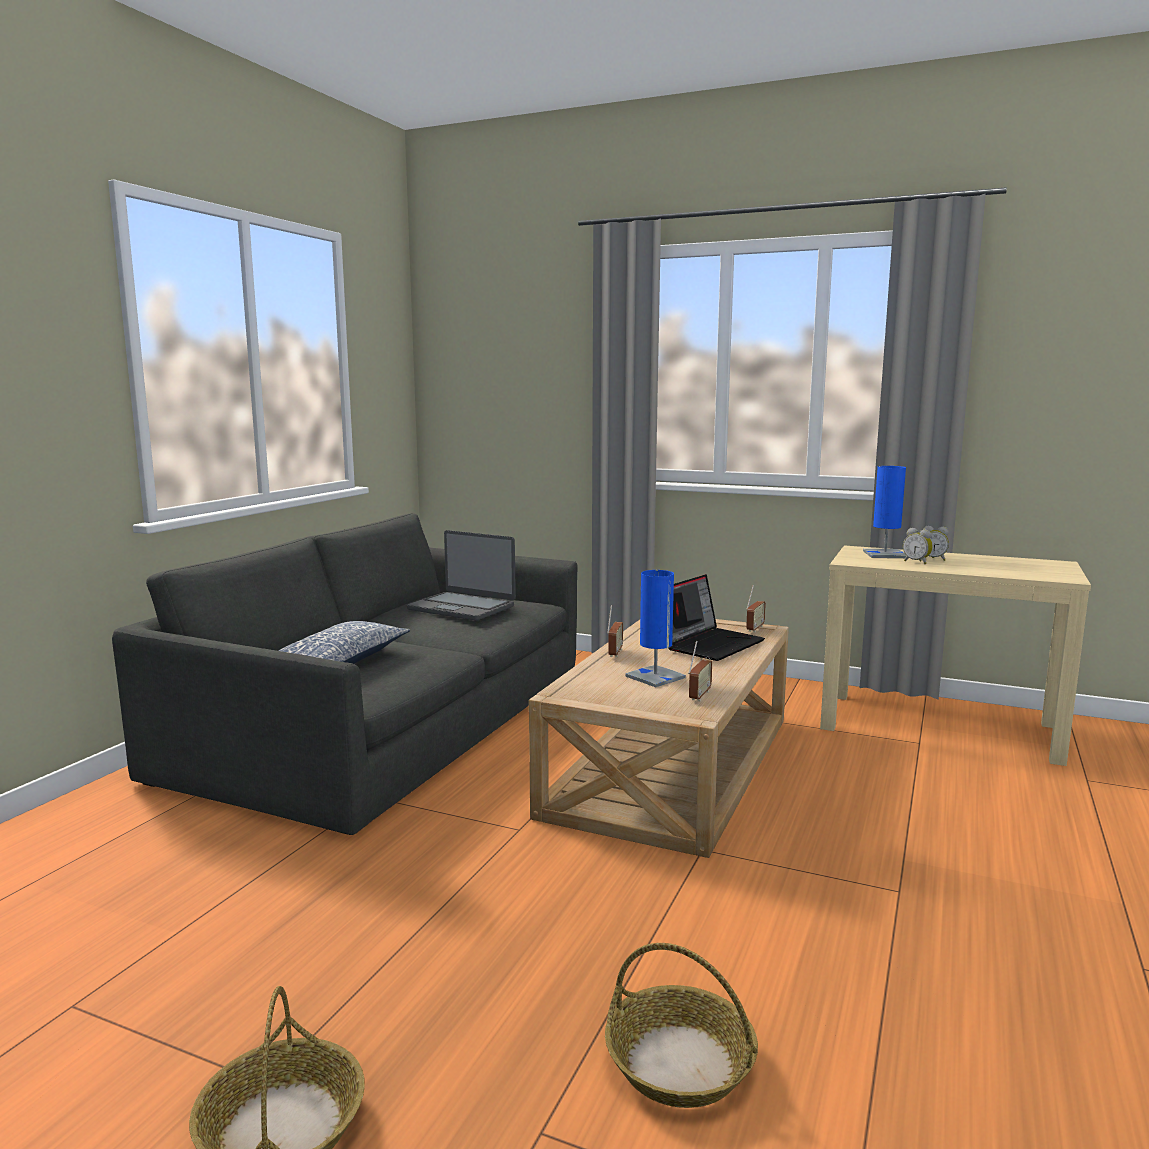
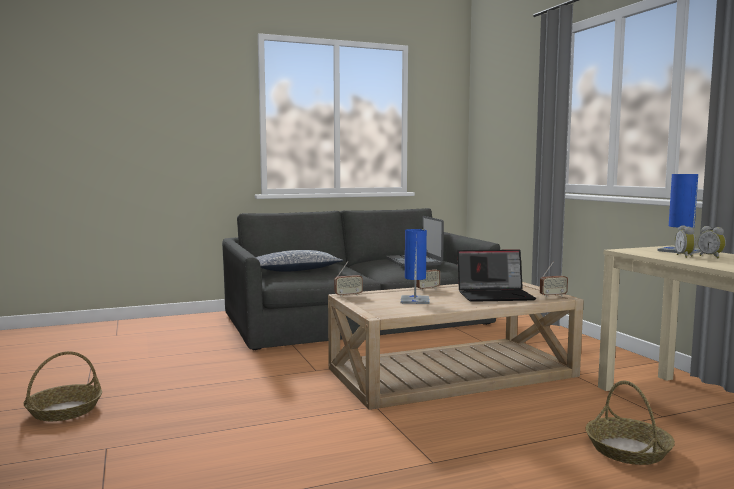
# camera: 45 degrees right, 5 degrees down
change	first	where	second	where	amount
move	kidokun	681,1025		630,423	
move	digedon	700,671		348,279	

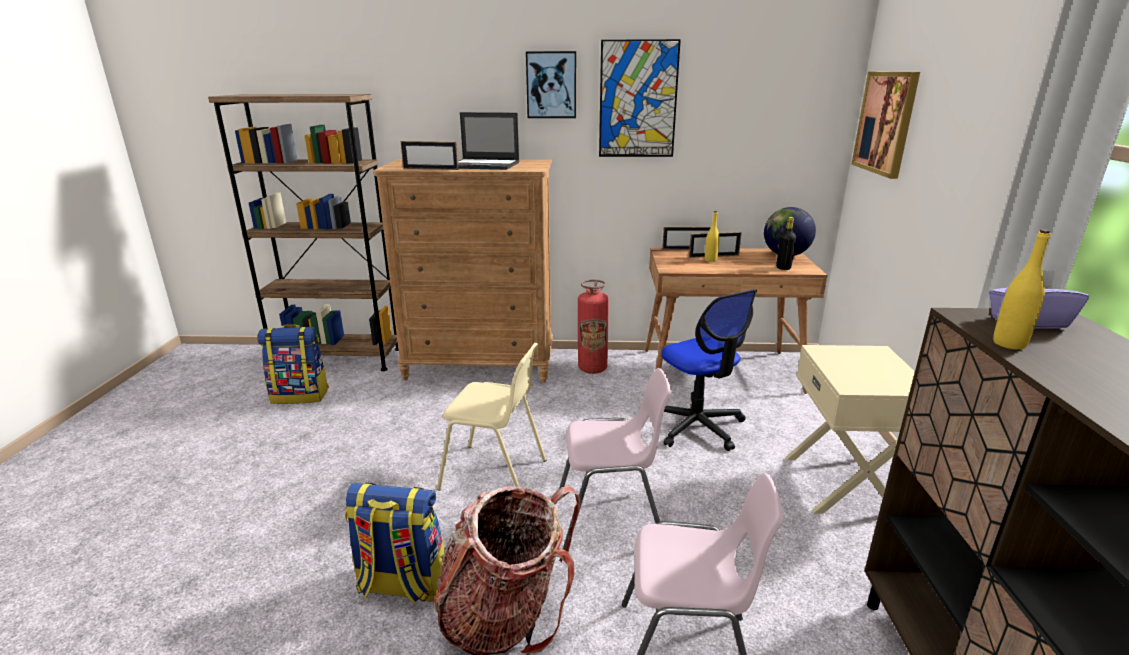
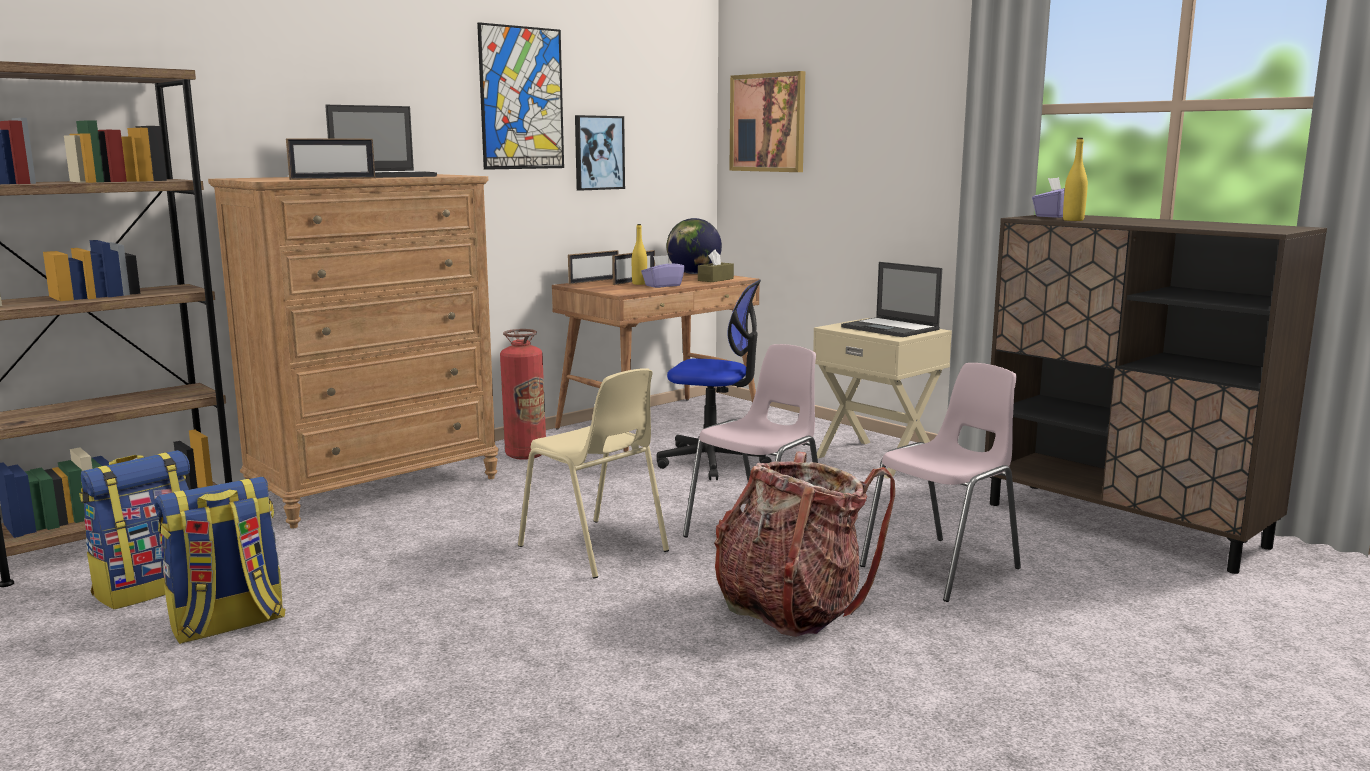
# camera: 45 degrees left, 10 degrees down
change	first	where	second	where	amount
insert			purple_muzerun	663,271	
insert			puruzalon	891,299	
move	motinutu	394,543		220,560	
move	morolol	551,84		600,153	
replace	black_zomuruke	786,243	brown_muzerun	716,266	
rotate	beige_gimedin	491,417		593,473	75 degrees clockwise

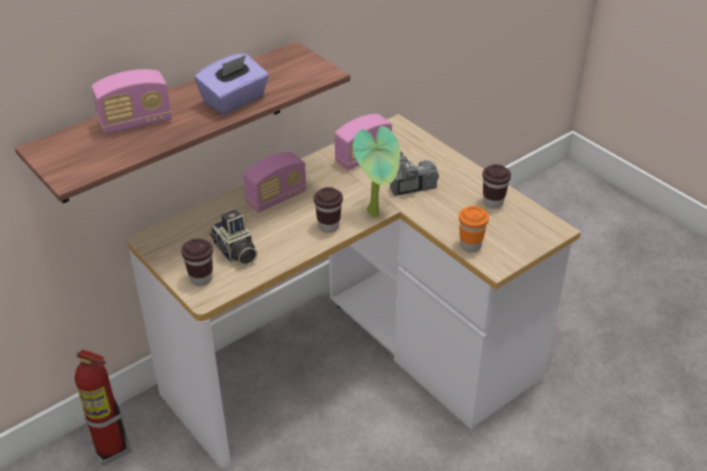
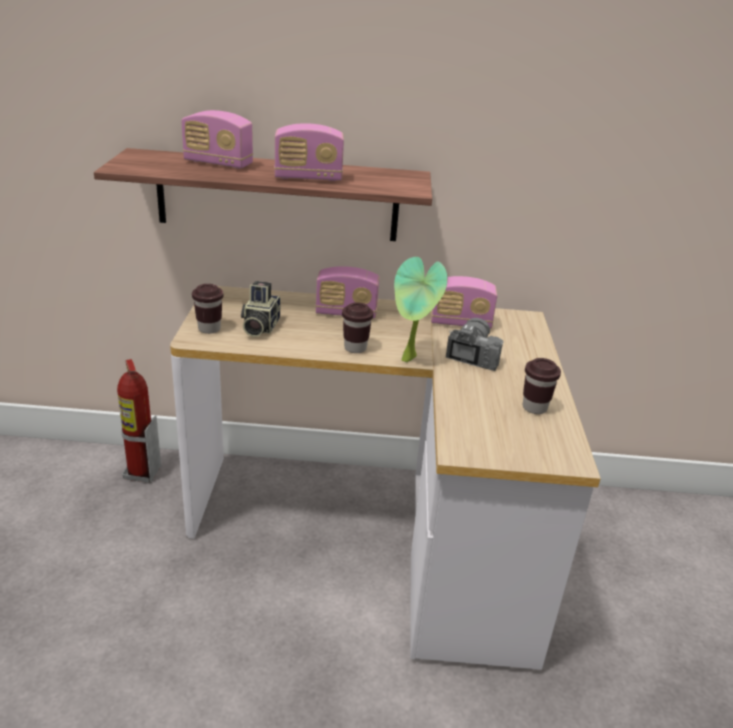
# camera: 40 degrees right, 10 degrees down
change	first	where	second	where	amount
delete	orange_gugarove	474,229			
replace	purple_muzerun	231,84	digedon	309,152	

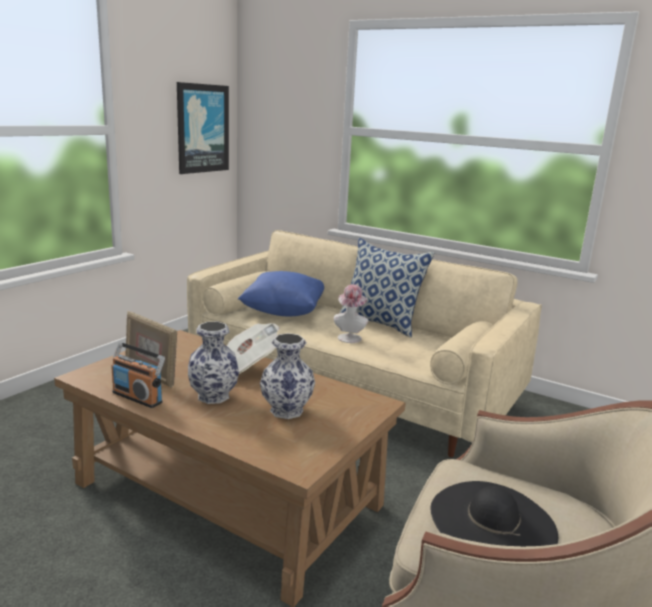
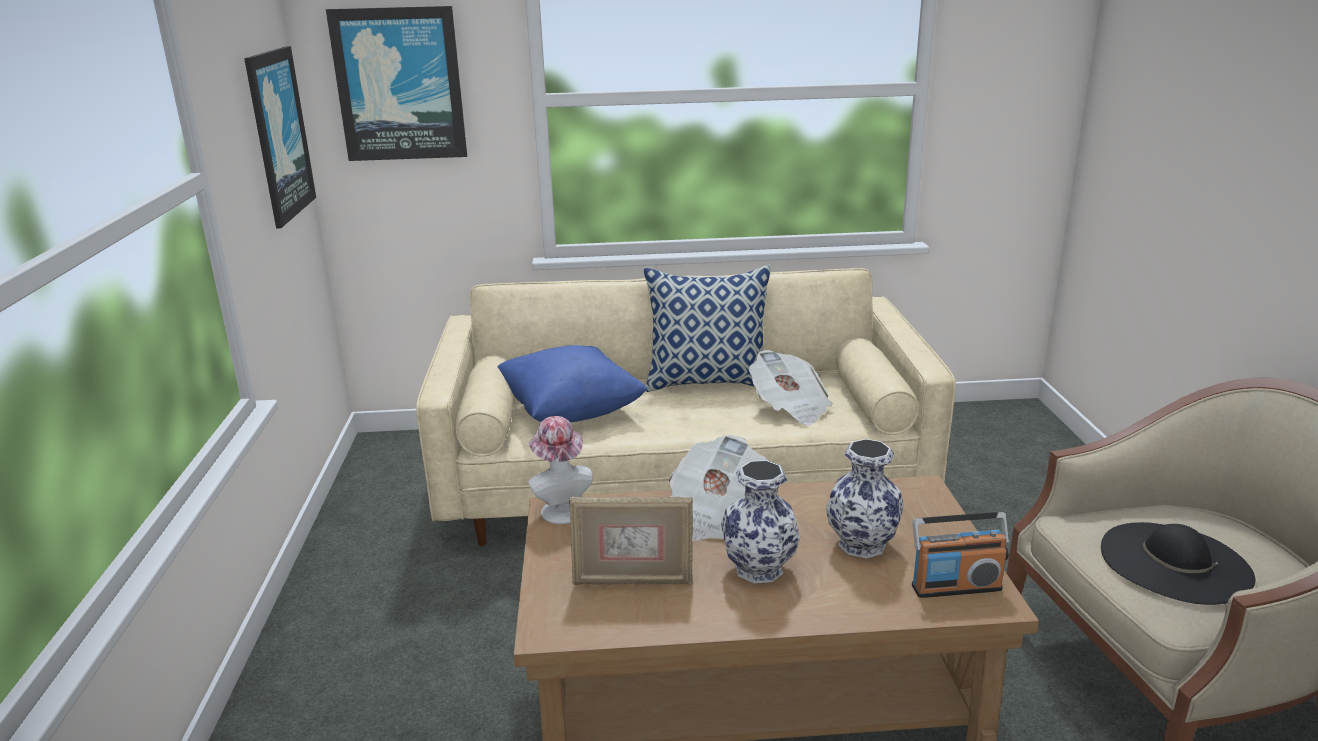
# camera: 35 degrees left, 5 degrees up
change	first	where	second	where	amount
insert			morolol	396,83	
insert			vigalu	791,388	
move	digedon	138,375		960,555	
move	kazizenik	351,313		560,470	

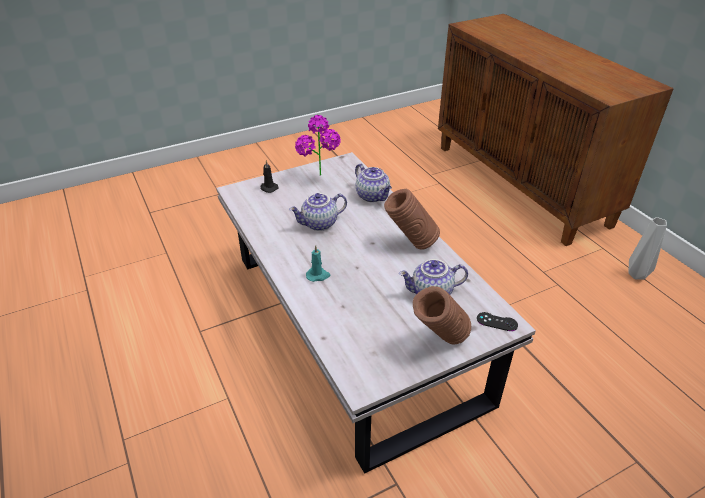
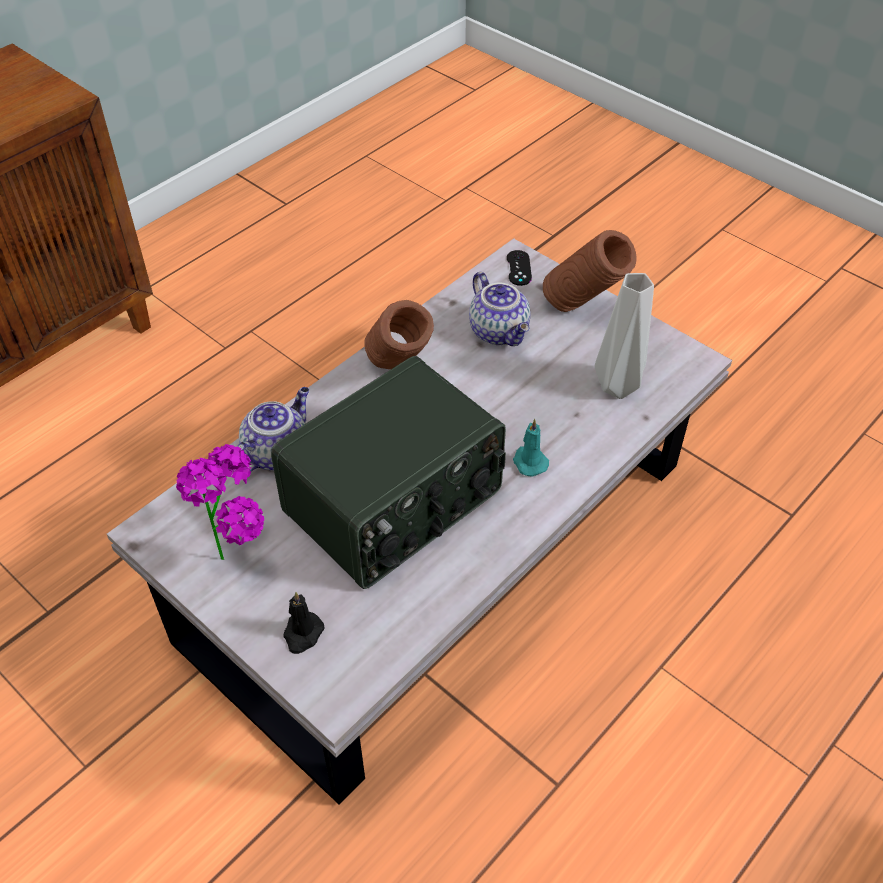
# camera: 110 degrees left, 10 degrees up
change	first	where	second	where	amount
move	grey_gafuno	648,248		624,336	
replace	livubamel	318,212	digedon	388,472	

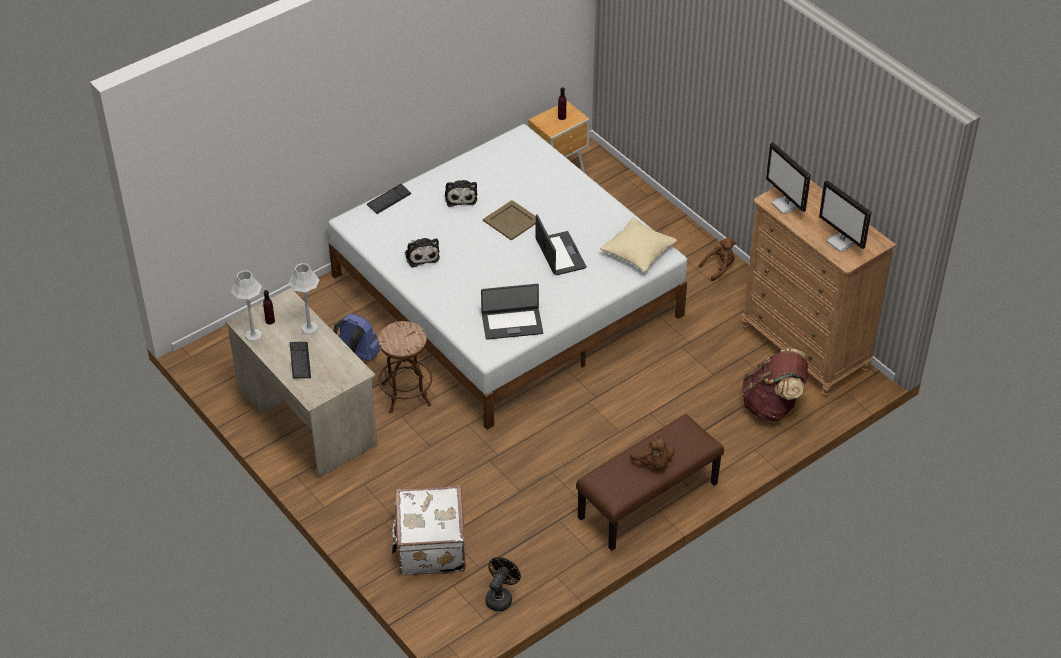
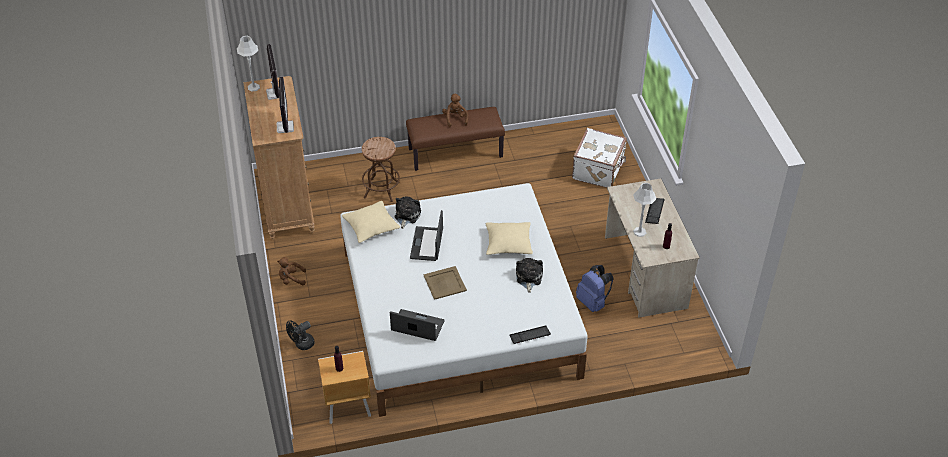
# camera: 155 degrees left, 0 degrees up
change	first	where	second	where	amount
delete	brown_motinutu	775,384			
insert			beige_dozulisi	509,238	
move	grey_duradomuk	246,306		248,64	
move	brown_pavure	405,367		381,169	
move	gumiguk	461,193		407,212	
move	puruzalon	512,312		417,325	
move	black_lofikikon	503,584		300,335	

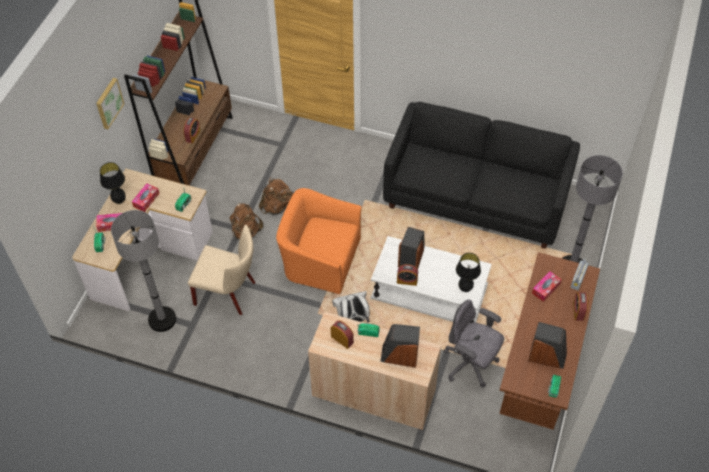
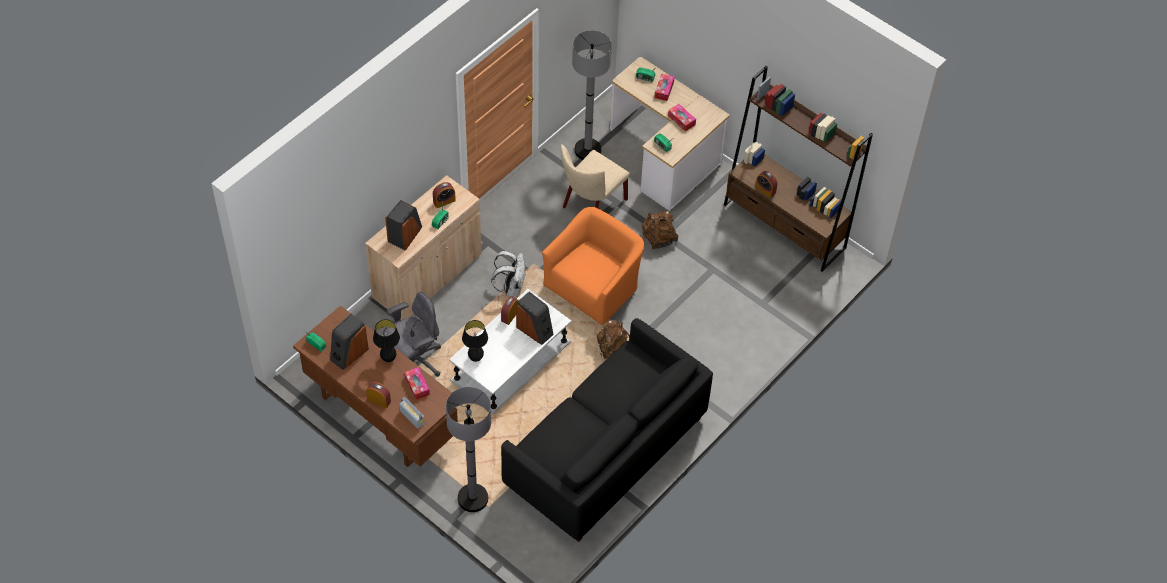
# camera: 110 degrees right, 0 degrees up
change	first	where	second	where	amount
delete	morolol	110,103			
move	black_duradomuk	113,183		386,340	
move	brown_motinutu	276,196		613,339	

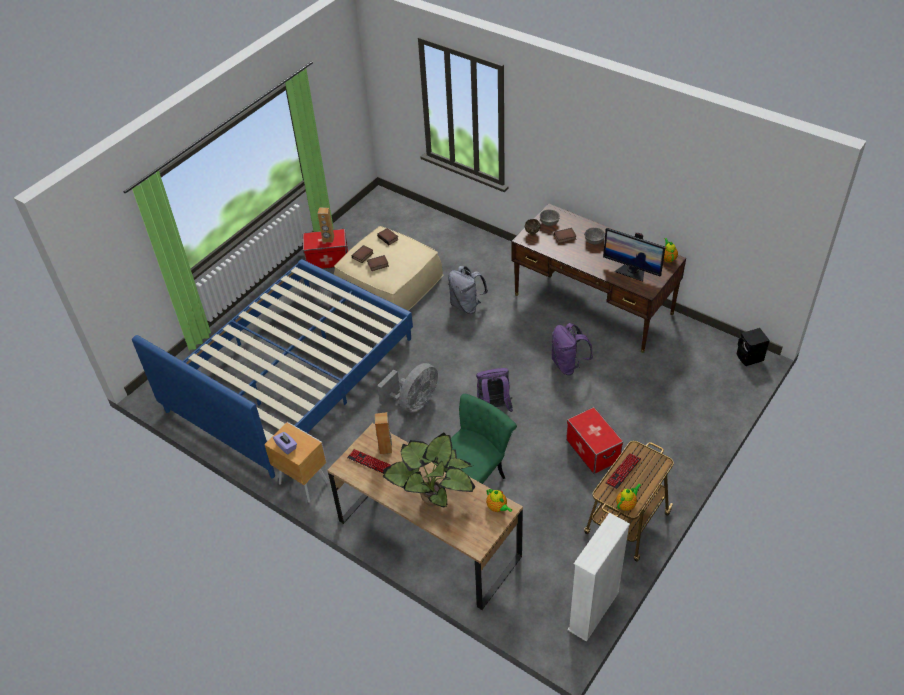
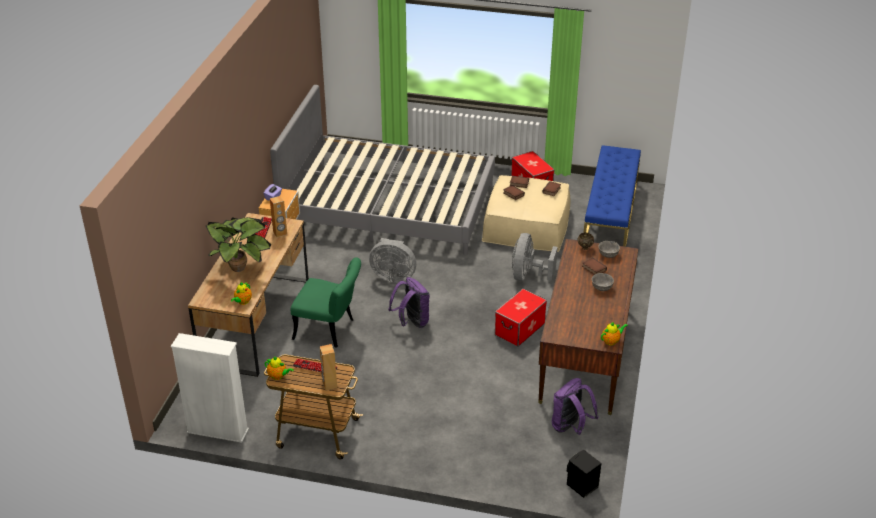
# camera: 65 degrees right, 10 degrees down
change	first	where	second	where	amount
delete	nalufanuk	634,254			
insert			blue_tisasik	612,196	
move	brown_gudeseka	326,225		328,367	
move	purple_motinutu	572,349		575,406	
move	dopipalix	594,440		521,318	
replace	grey_motinutu	468,290	grey_lofikikon	535,257	
recolor	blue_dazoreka	272,368	grey_dazoreka	382,170	

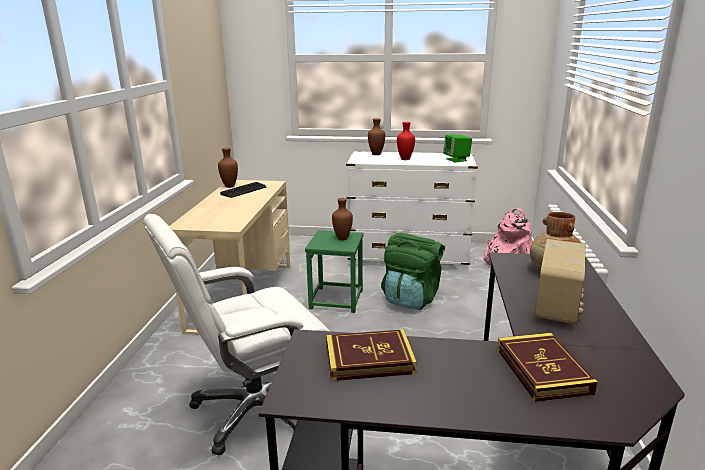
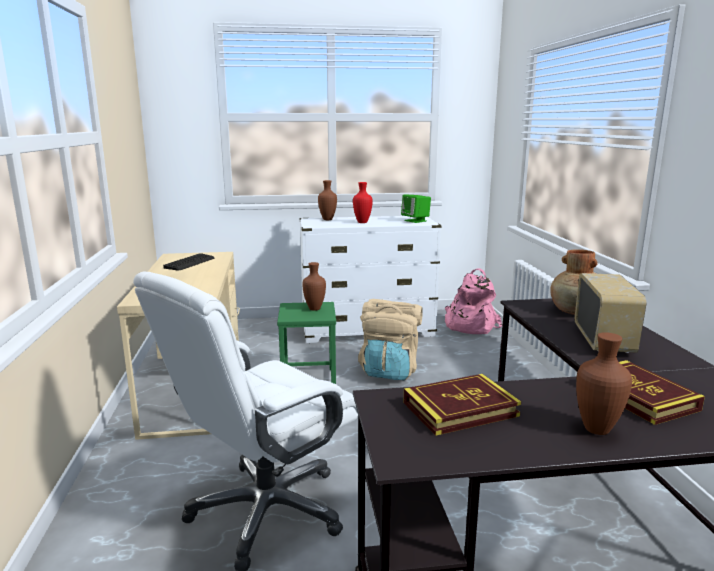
# camera: 15 degrees left, 5 degrees down
change	first	where	second	where	amount
move	brown_gafuno	228,168		604,383	
recolor	green_motinutu	412,271	beige_motinutu	390,339	

